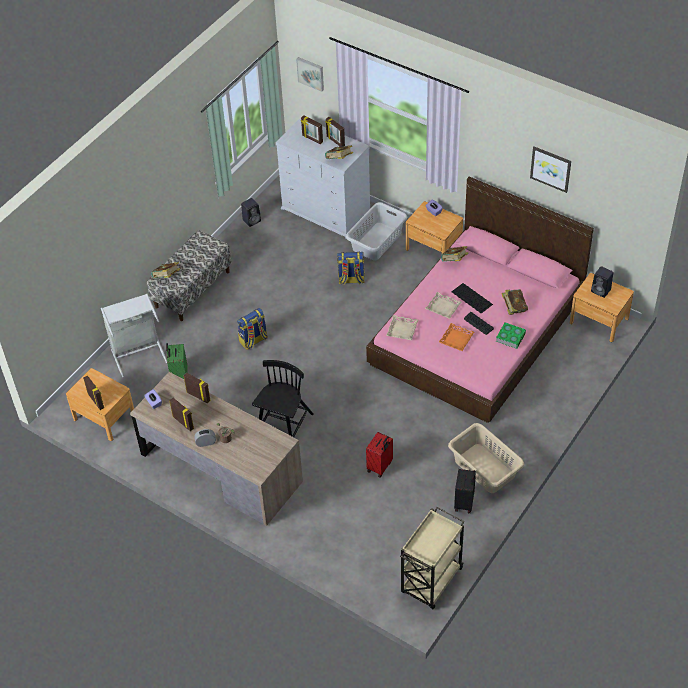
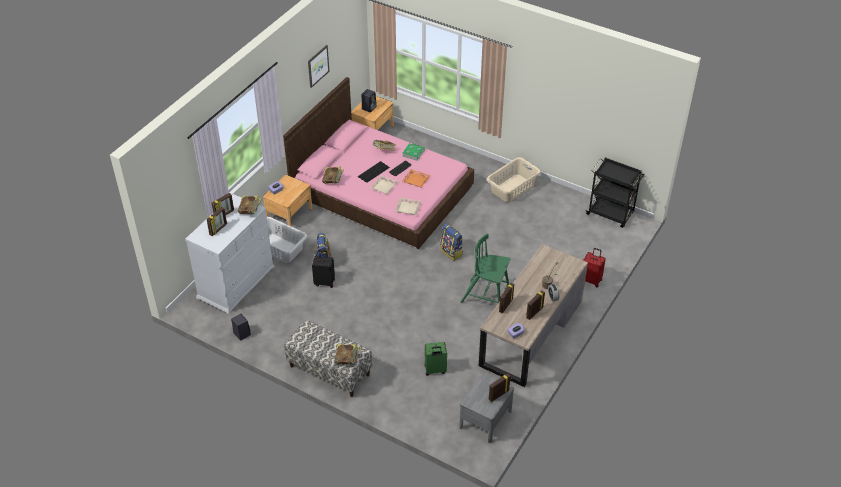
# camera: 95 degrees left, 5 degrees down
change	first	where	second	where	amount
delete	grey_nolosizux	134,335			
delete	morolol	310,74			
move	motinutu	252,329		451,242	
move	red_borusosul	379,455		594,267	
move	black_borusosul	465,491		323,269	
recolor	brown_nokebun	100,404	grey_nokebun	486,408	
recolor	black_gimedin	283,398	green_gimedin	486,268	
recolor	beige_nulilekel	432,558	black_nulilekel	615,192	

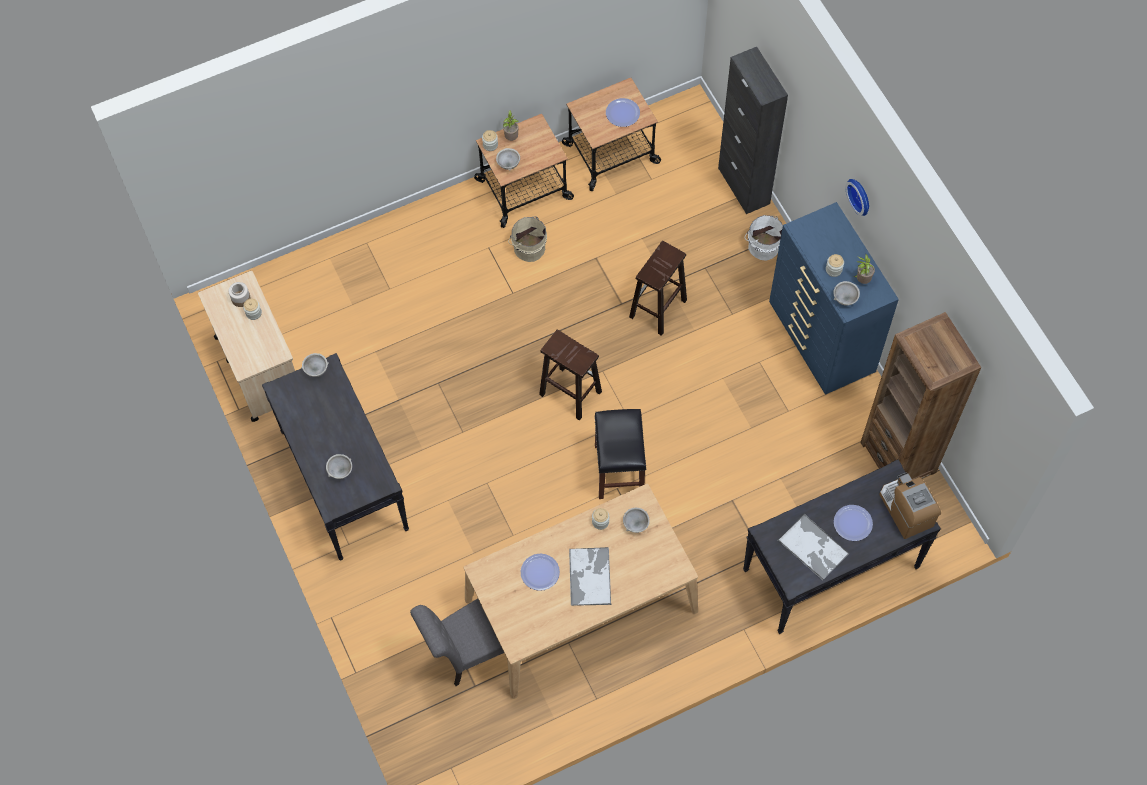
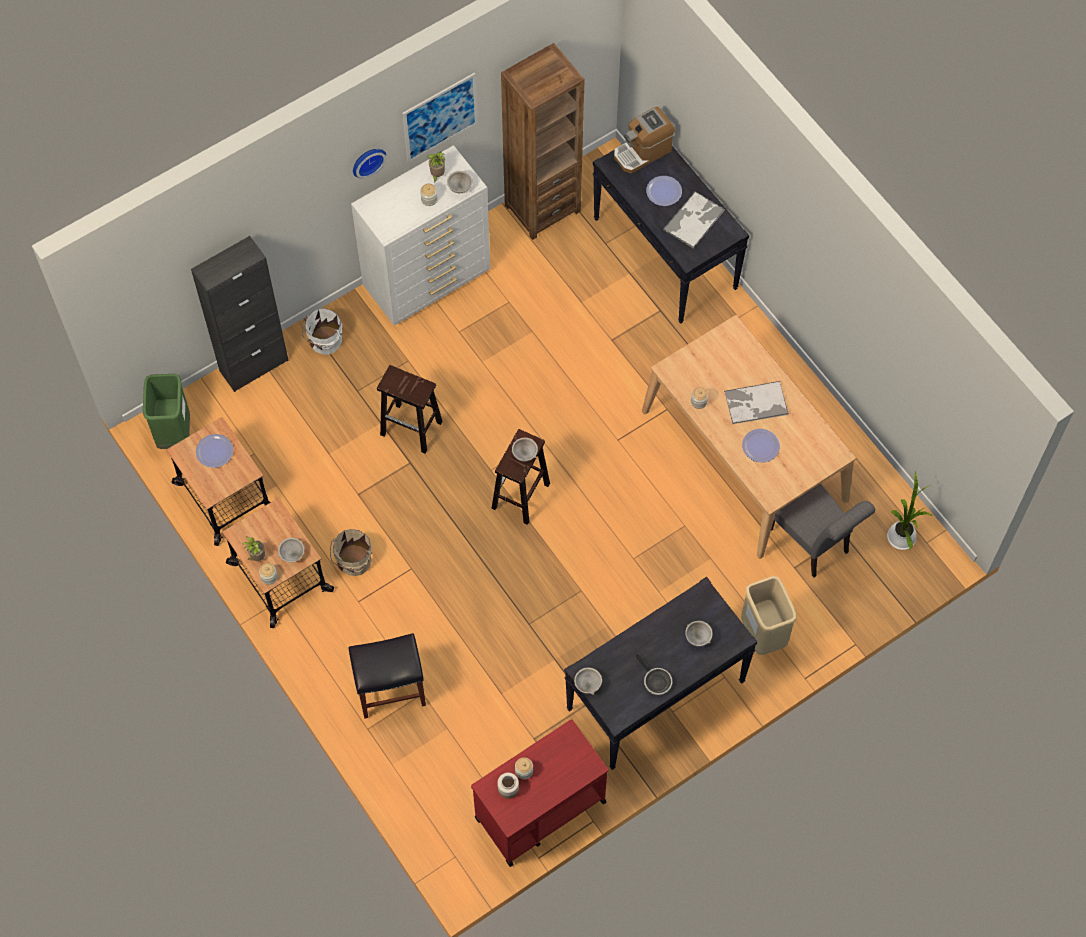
# camera: 100 degrees left, 0 degrees up
change	first	where	second	where	amount
insert			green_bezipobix	166,411	
insert			morolol	440,117	
insert			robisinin	654,674	
insert			beige_bezipobix	769,615	
insert			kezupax	910,510	
move	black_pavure	620,454		387,676	
move	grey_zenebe	636,520		525,450	
recolor	beige_nulilekel	246,346	red_nulilekel	540,793	
recolor	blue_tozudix	834,298	white_tozudix	421,235	

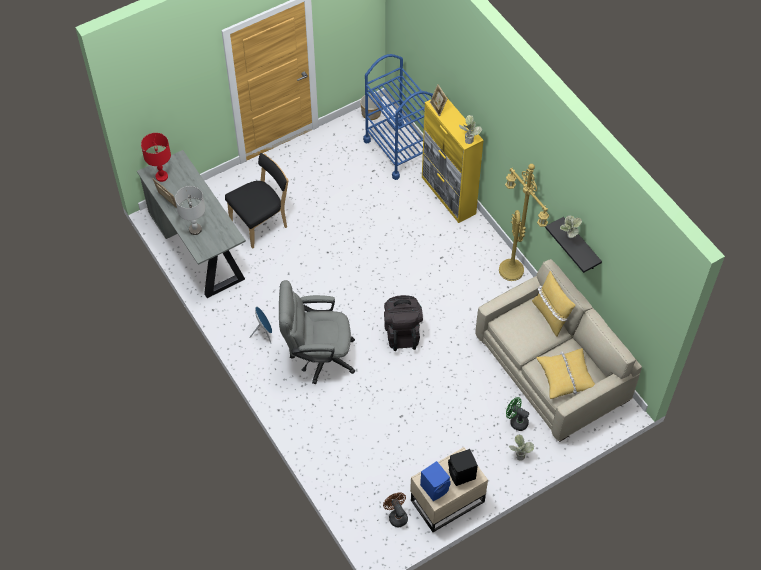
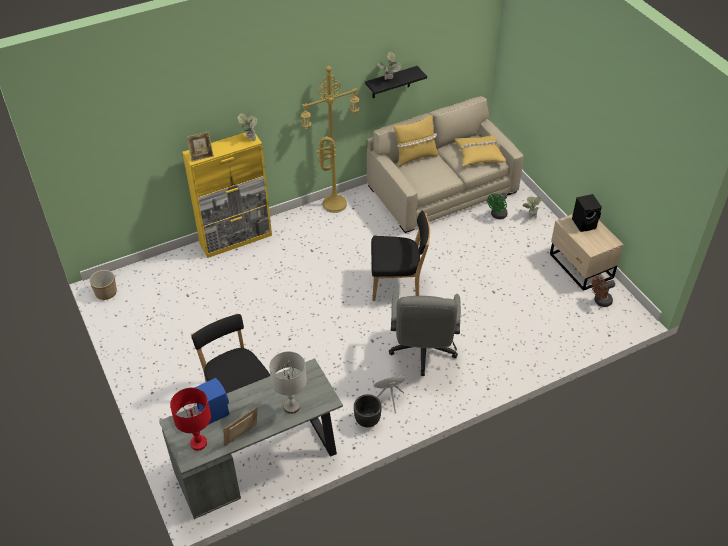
# camera: 85 degrees left, 10 degrees down
change	first	where	second	where	amount
delete	blue_nulilekel	398,117			
insert			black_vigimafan	368,410	
move	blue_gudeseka	435,481		211,401	
replace	black_motinutu	403,323	black_gimedin	400,256	

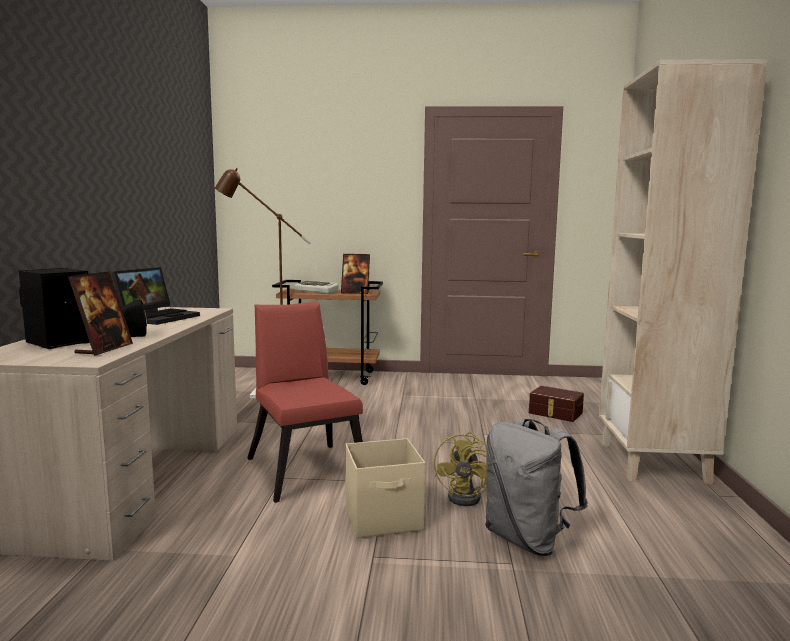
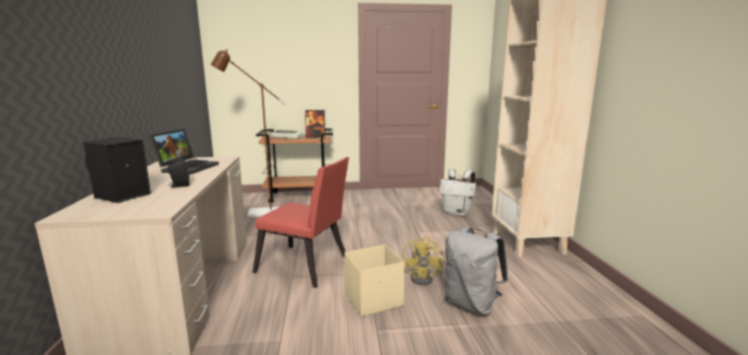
# camera: 10 degrees left, 5 degrees up
change	first	where	second	where	amount
delete	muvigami	100,313			
replace	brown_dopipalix	556,404	white_motinutu	457,192	
rotate	red_gimedin	305,402		300,222	150 degrees clockwise

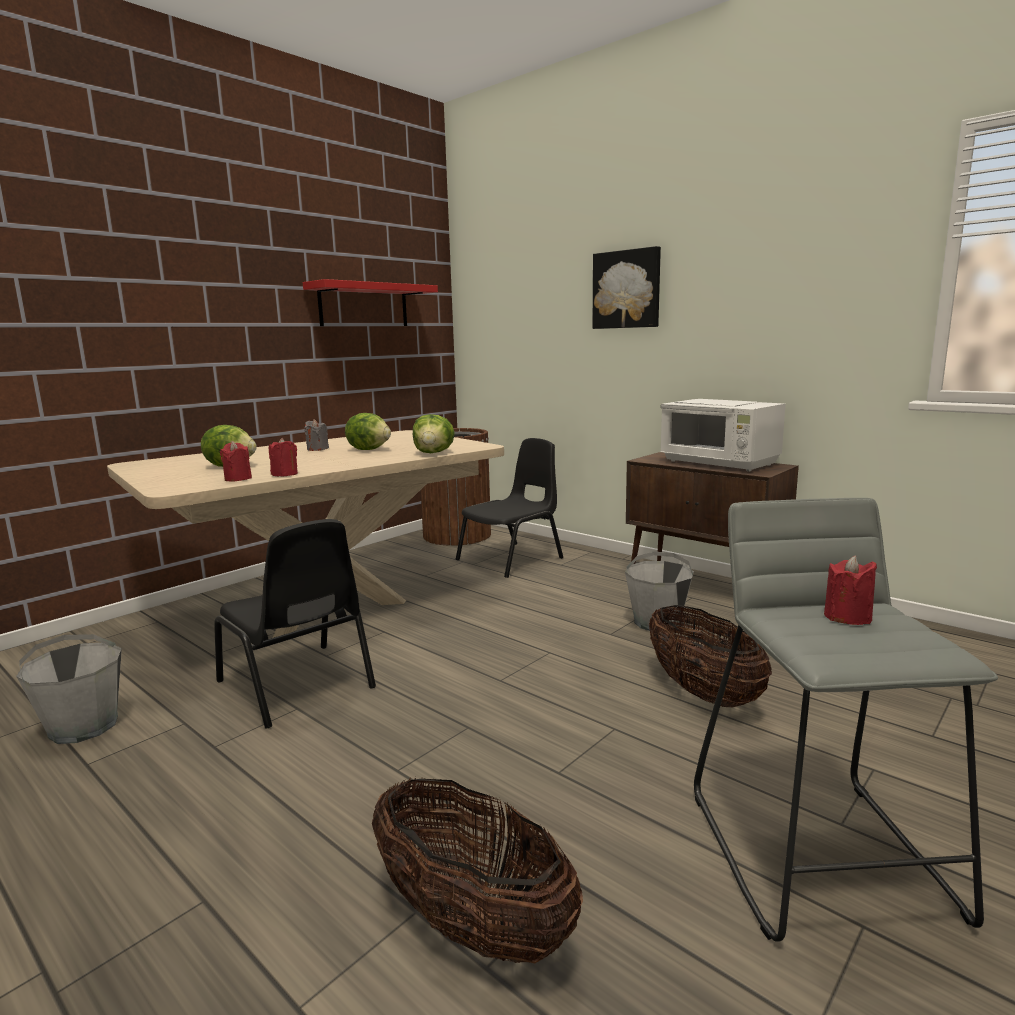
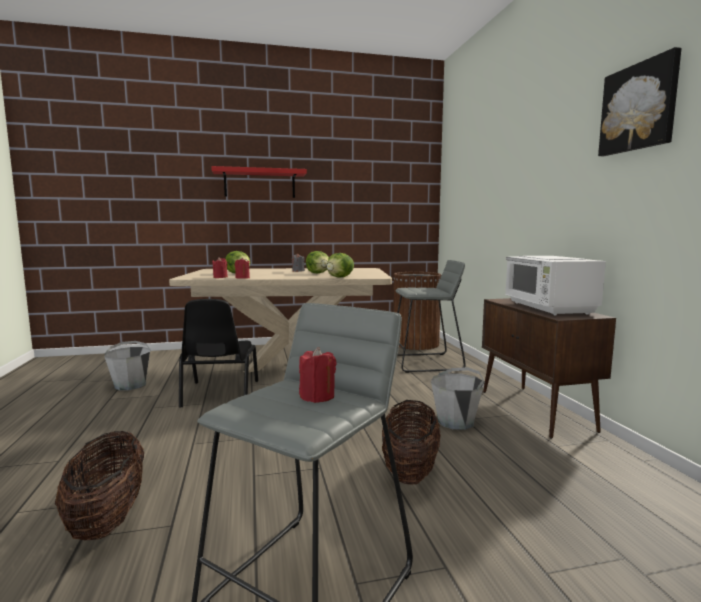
# camera: 35 degrees right, 5 degrees down
change	first	where	second	where	amount
move	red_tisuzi	370,302		259,182	
move	morolol	627,287		640,101	
replace	black_gimedin	509,508	grey_pavure	430,316	

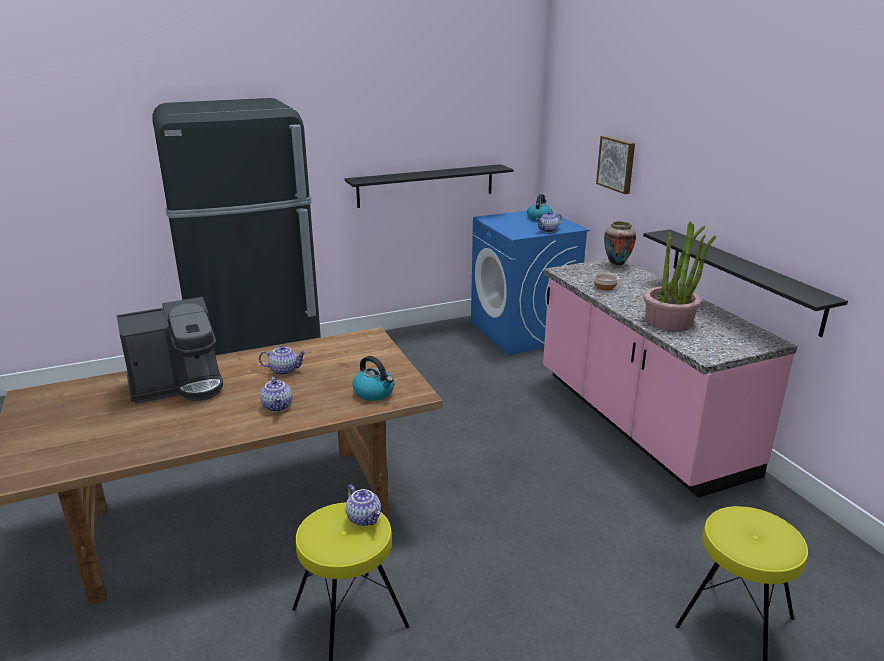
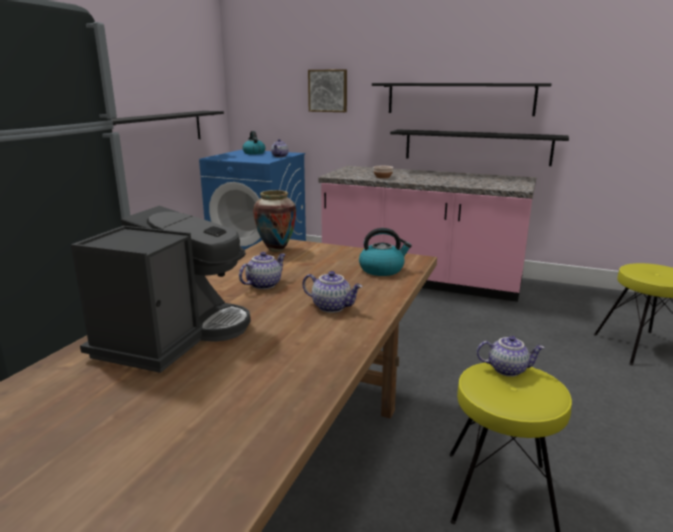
# camera: 45 degrees left, 5 degrees down
change	first	where	second	where	amount
delete	kezupax	679,276			
insert			black_tisuzi	462,99	
move	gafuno	620,244		274,221	

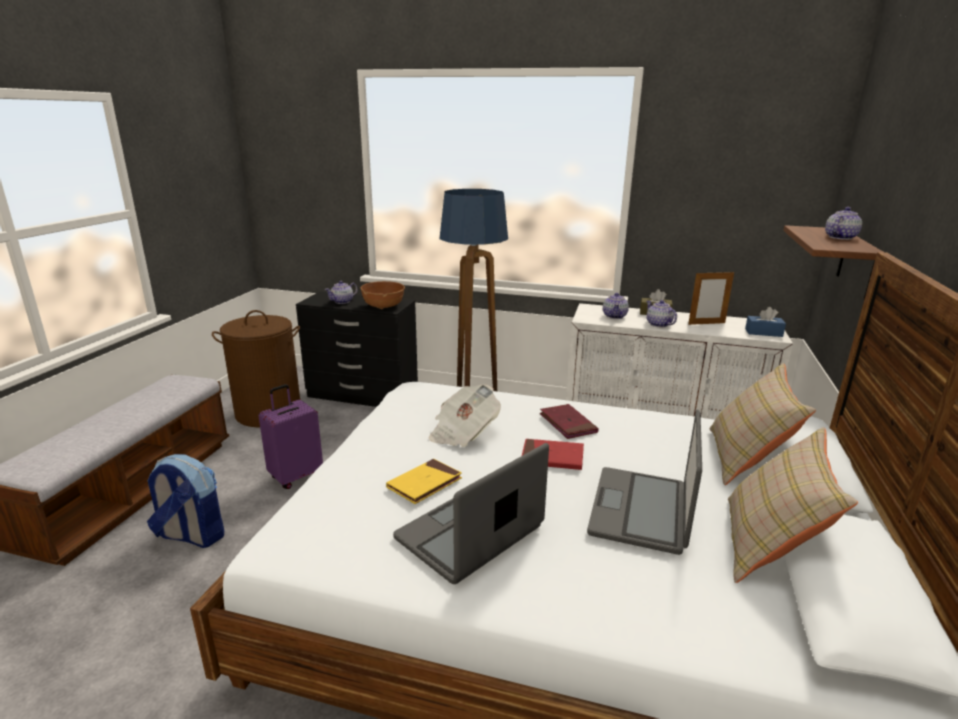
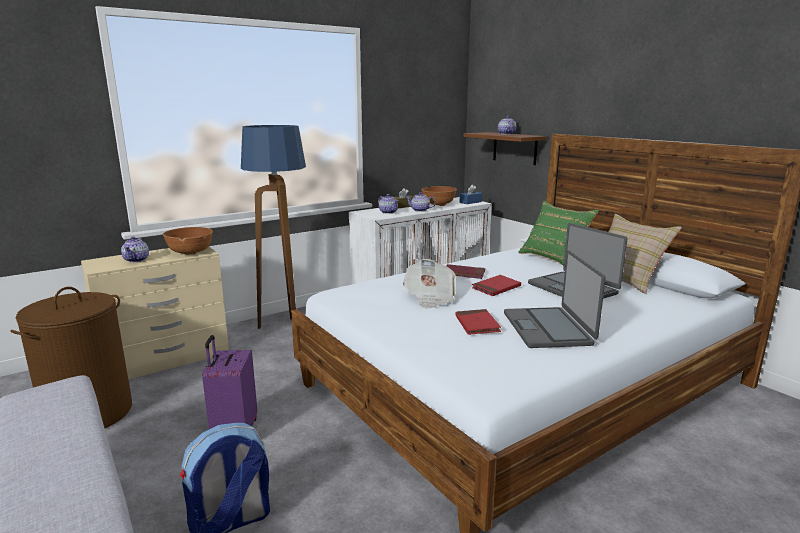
# camera: 50 degrees left, 5 degrees down
change	first	where	second	where	amount
replace	muvigami	711,297	brown_zenebe	439,196	
recolor	black_tozudix	357,349	beige_tozudix	154,313	
recolor	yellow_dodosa	424,481	red_dodosa	478,322	
recolor	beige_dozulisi	762,424	green_dozulisi	558,233	

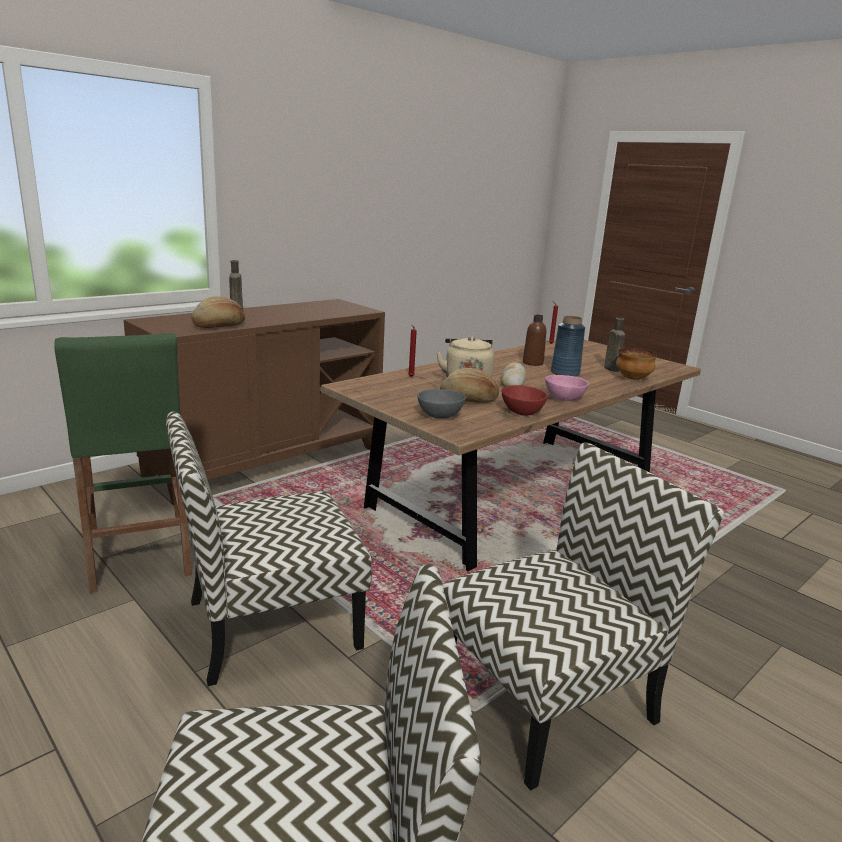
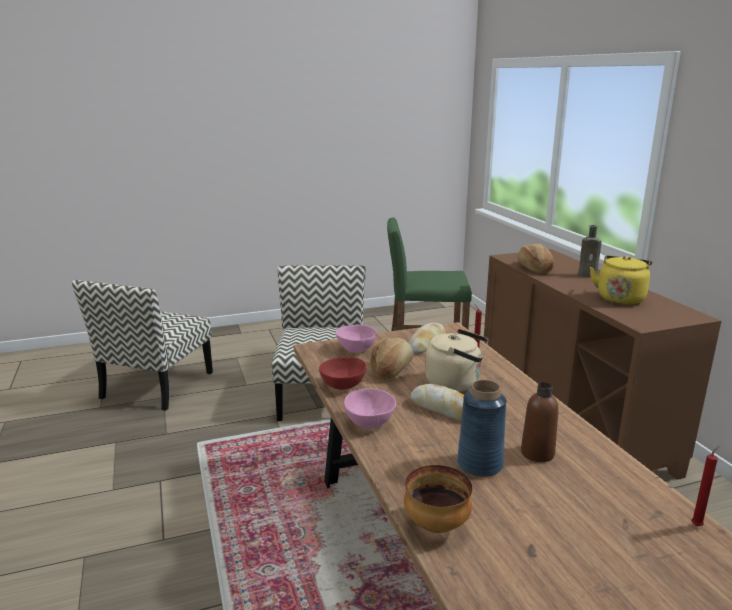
# camera: 115 degrees right, 0 degrees up
change	first	where	second	where	amount
delete	gimedin	583,616			
delete	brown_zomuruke	614,345			
insert			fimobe	427,338	
insert			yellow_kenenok	621,280	
recolor	grey_zenebe	441,404	pink_zenebe	356,338	

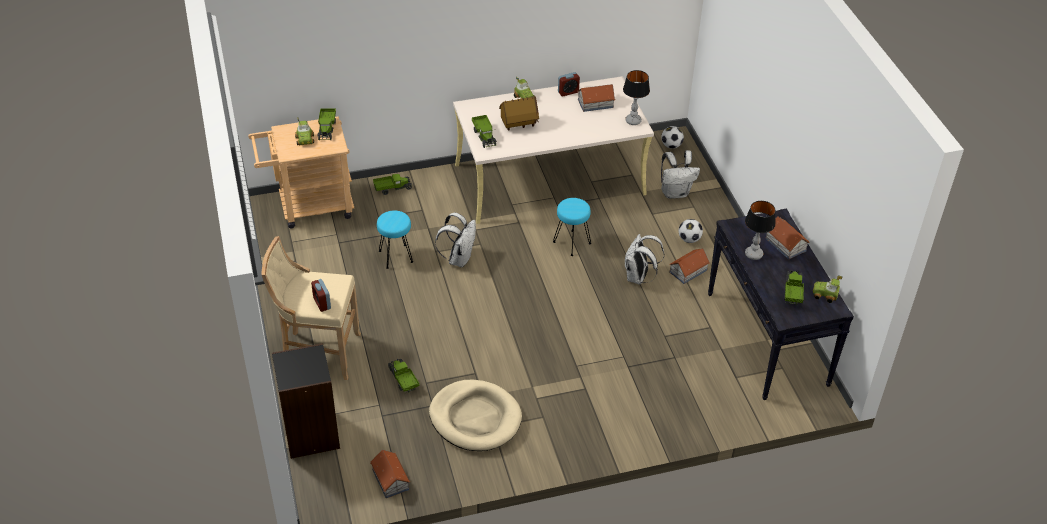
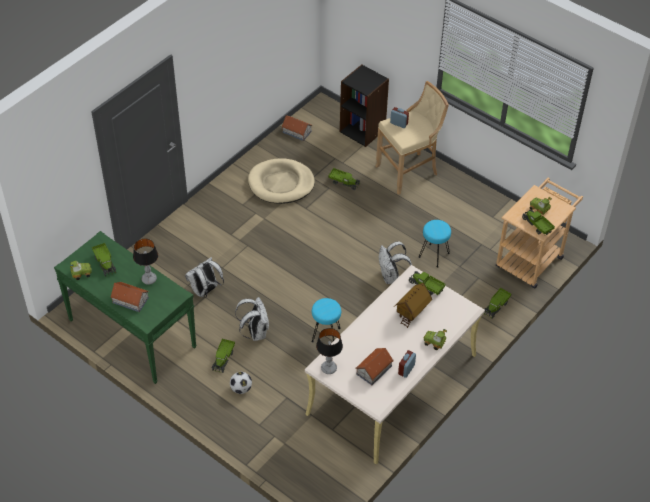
# camera: 145 degrees right, 5 degrees up
change	first	where	second	where	amount
delete	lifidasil	672,137			
move	white_motinutu	680,174		204,277	
replace	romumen	689,266	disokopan	223,356	
recolor	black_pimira	781,304	green_pimira	125,307	

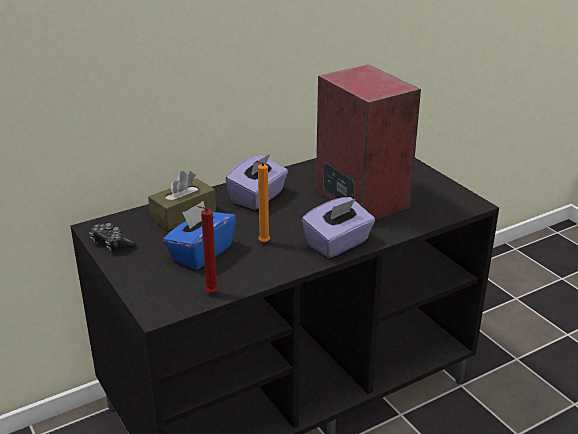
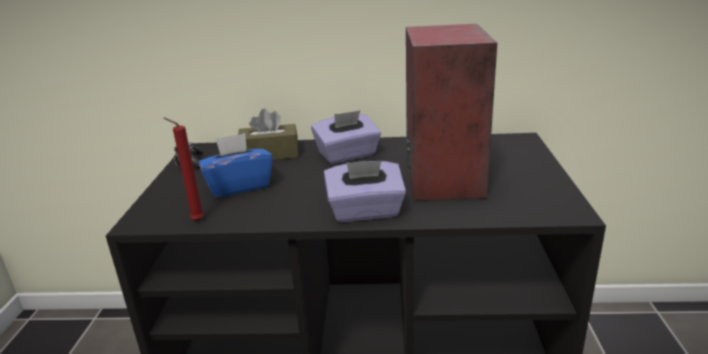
# camera: 35 degrees right, 5 degrees down
change	first	where	second	where	amount
delete	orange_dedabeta	263,202			

